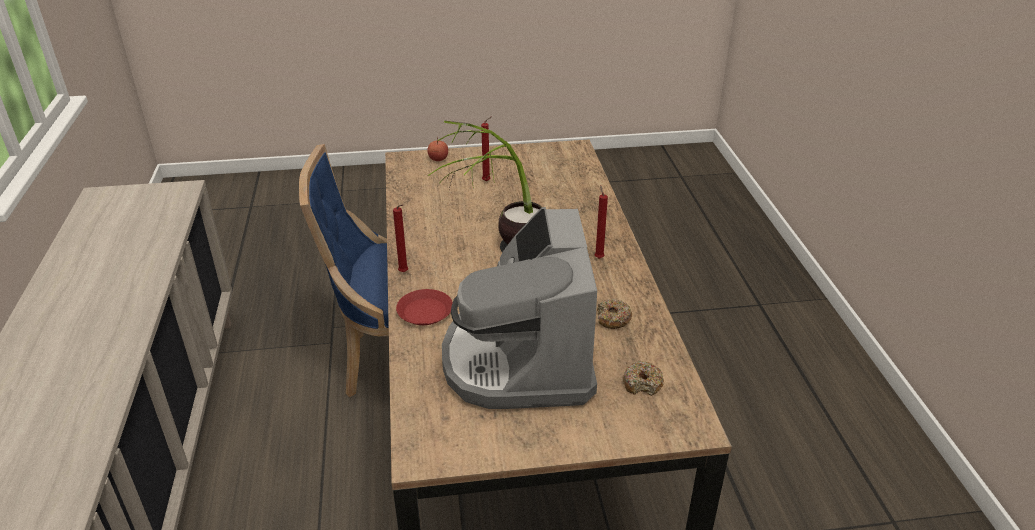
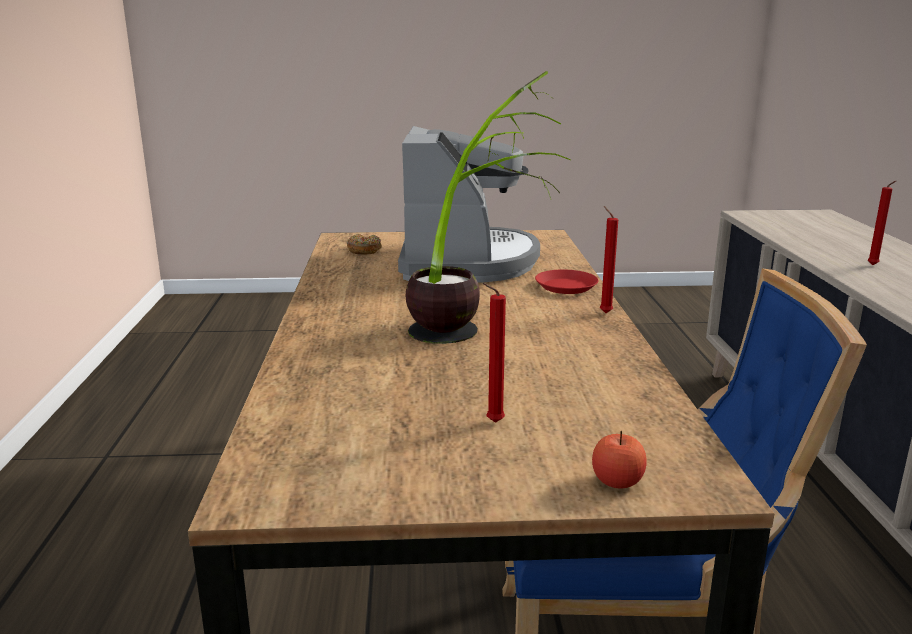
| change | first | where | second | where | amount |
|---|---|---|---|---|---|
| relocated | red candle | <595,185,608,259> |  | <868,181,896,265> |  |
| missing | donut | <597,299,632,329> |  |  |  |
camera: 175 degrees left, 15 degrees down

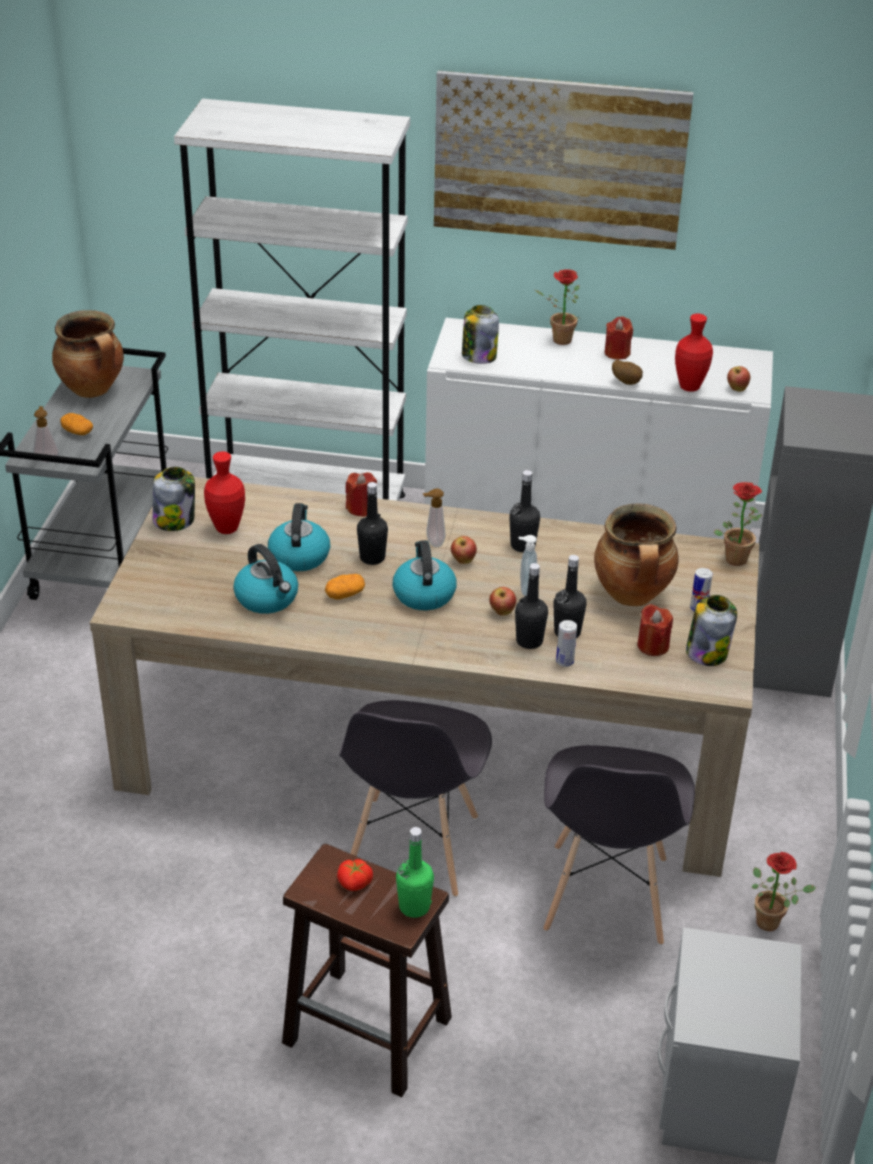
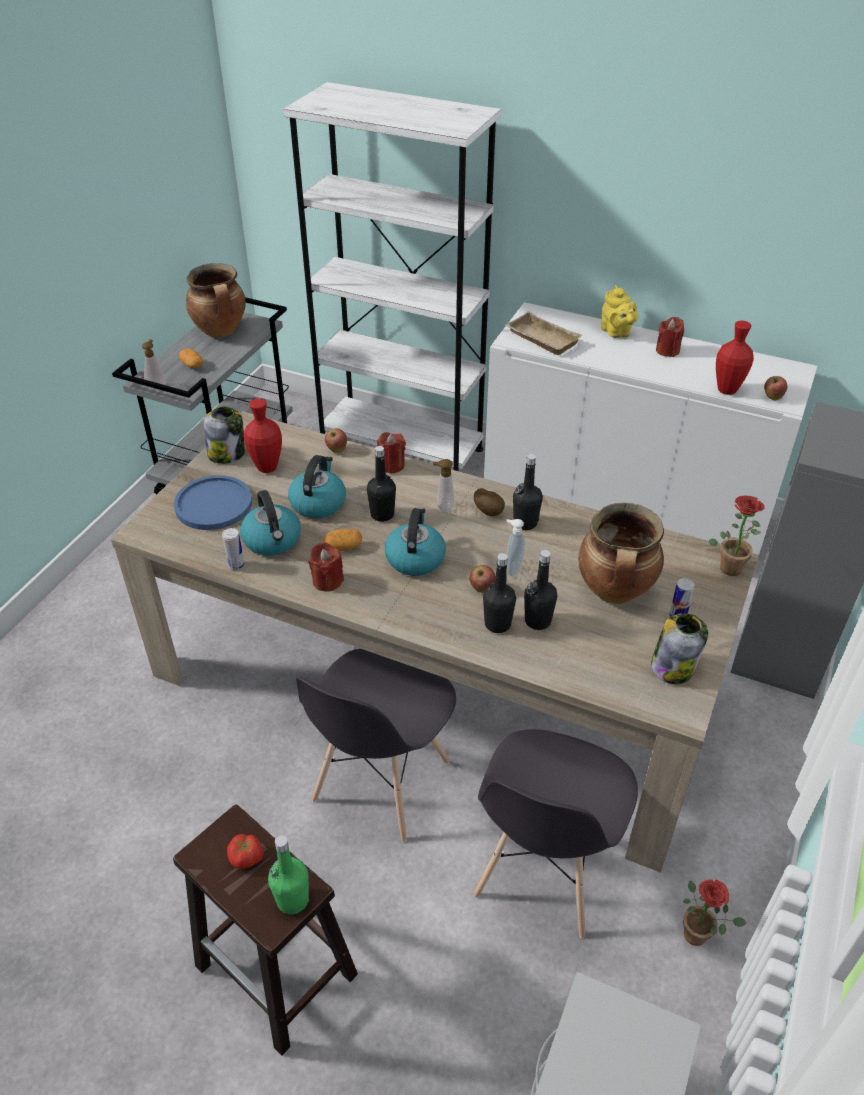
| change | first | where | second | where | amount |
|---|---|---|---|---|---|
| missing | picture | <434,70,694,250> |  |  |  |
| relocated | apple | <451,536,477,564> |  | <325,429,347,453> |  |
| exchanged | jar | <462,305,499,364> | beige tray | <505,312,582,355> |  |
| exchanged | potted plant | <535,269,579,345> | yellow teapot | <601,285,638,338> |  |
| relocated | can | <556,620,577,667> |  | <222,528,245,570> |  |
| relocated | potato | <612,360,643,385> |  | <474,488,505,516> |  |
| relocated | red candle | <638,604,673,656> |  | <308,542,344,592> |  |
| appeared |  |  | blue plate | <174,475,252,530> |  |
camera: 15 degrees right, 5 degrees up

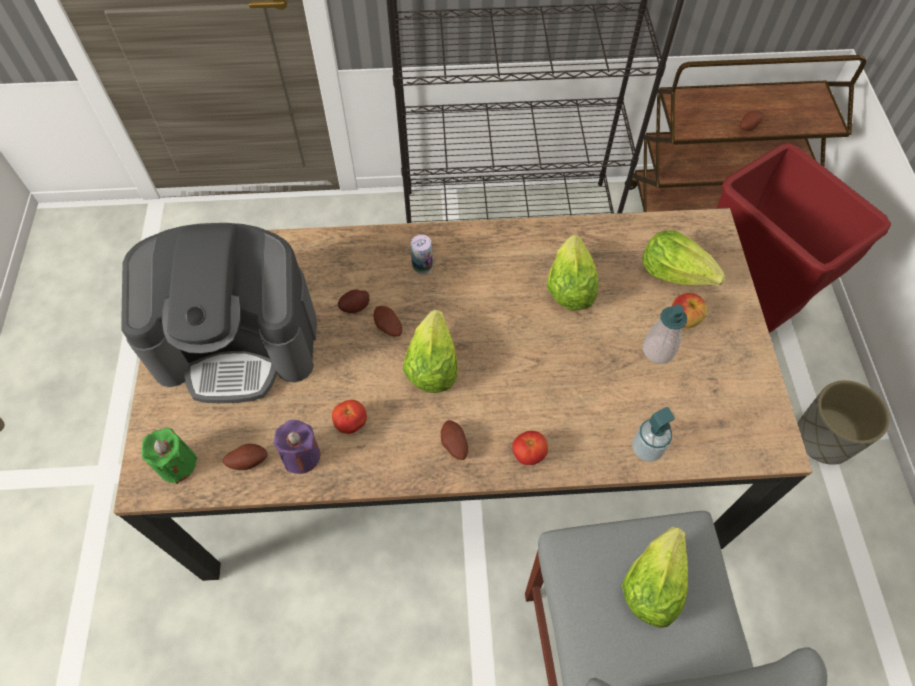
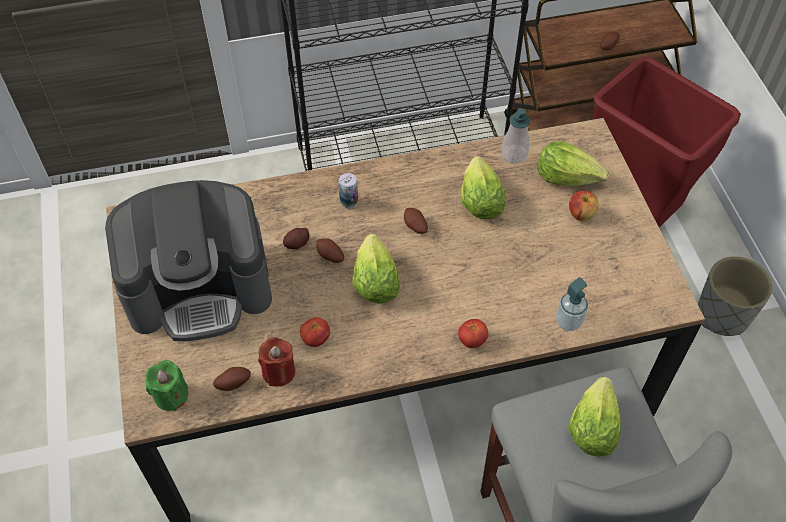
| change | first | where | second | where | amount |
|---|---|---|---|---|---|
| colour | purple candle | <273,420,321,474> | red candle | <258,337,295,387> |  |
| relocated | potato | <441,420,468,460> |  | <404,208,428,234> |  |
| relocated | soap dispenser | <643,304,687,364> |  | <502,108,530,164> |  |
camera: 10 degrees left, 5 degrees down

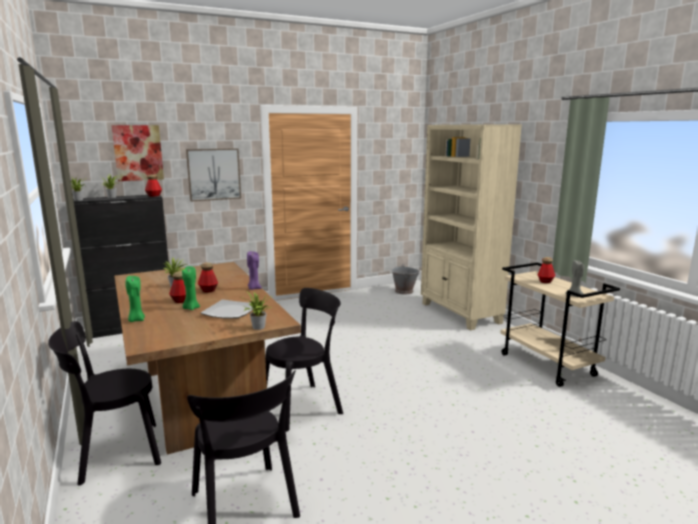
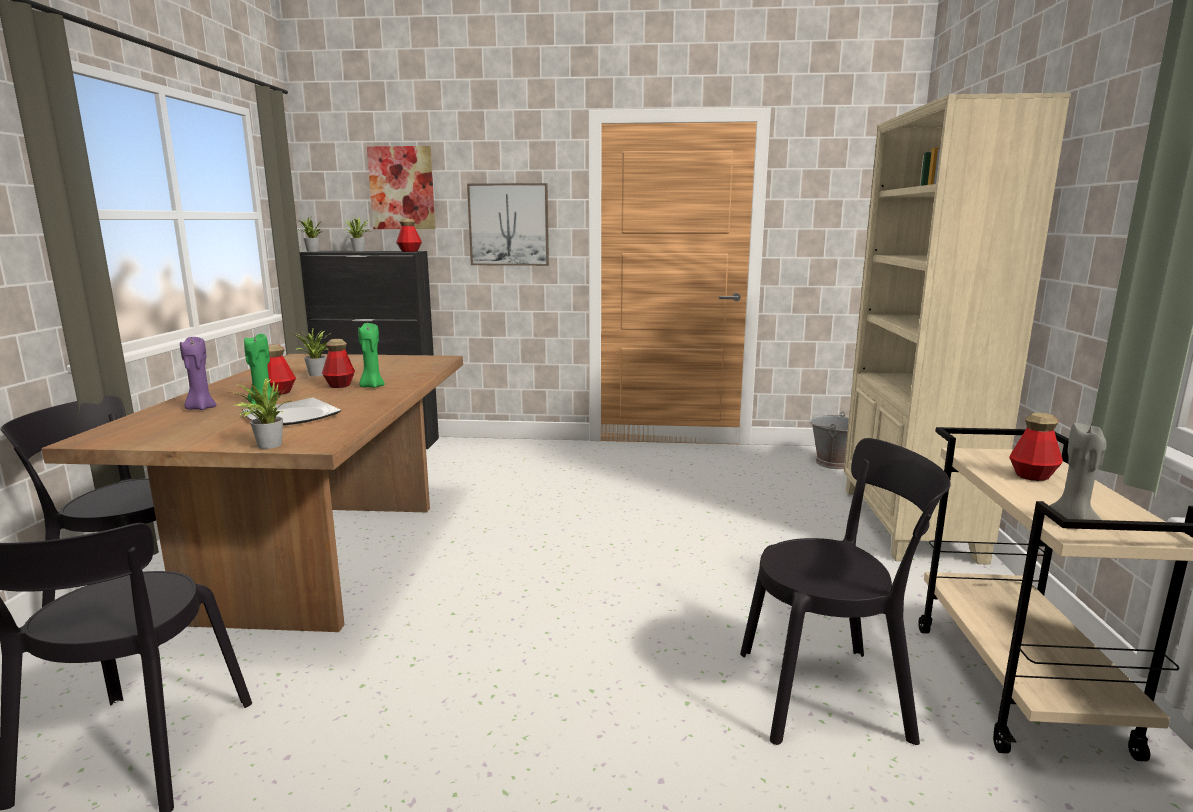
| change | first | where | second | where | amount |
|---|---|---|---|---|---|
| relocated | green candle | <125,276,145,322> |  | <358,323,385,388> |  |
| relocated | purple candle | <247,251,262,290> |  | <180,337,216,410> |  |
| relocated | black chair | <265,288,343,432> |  | <740,438,951,745> |  |
camera: 30 degrees right, 0 degrees up

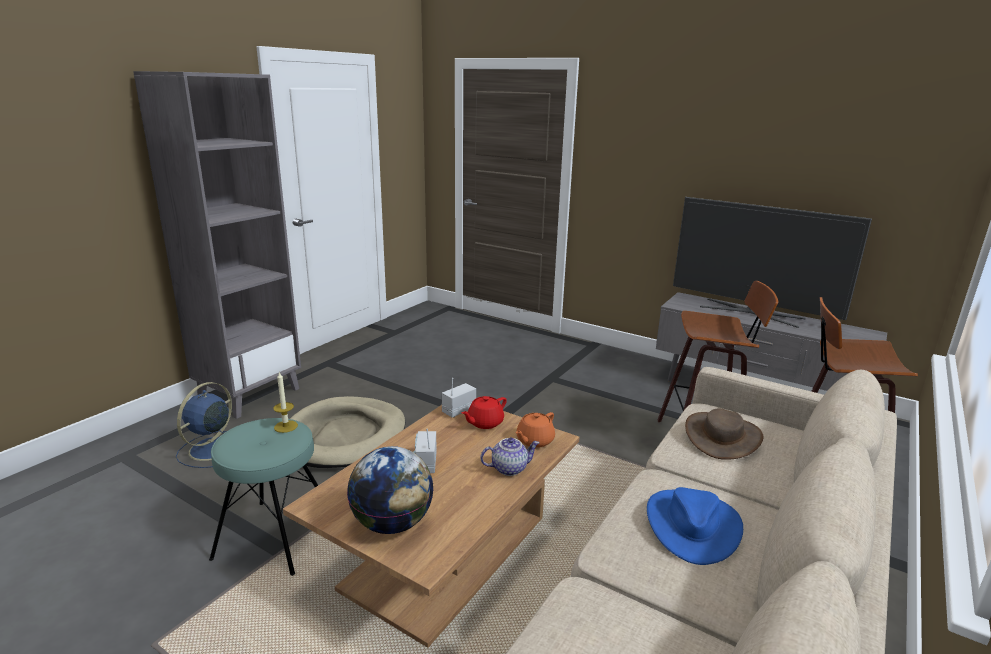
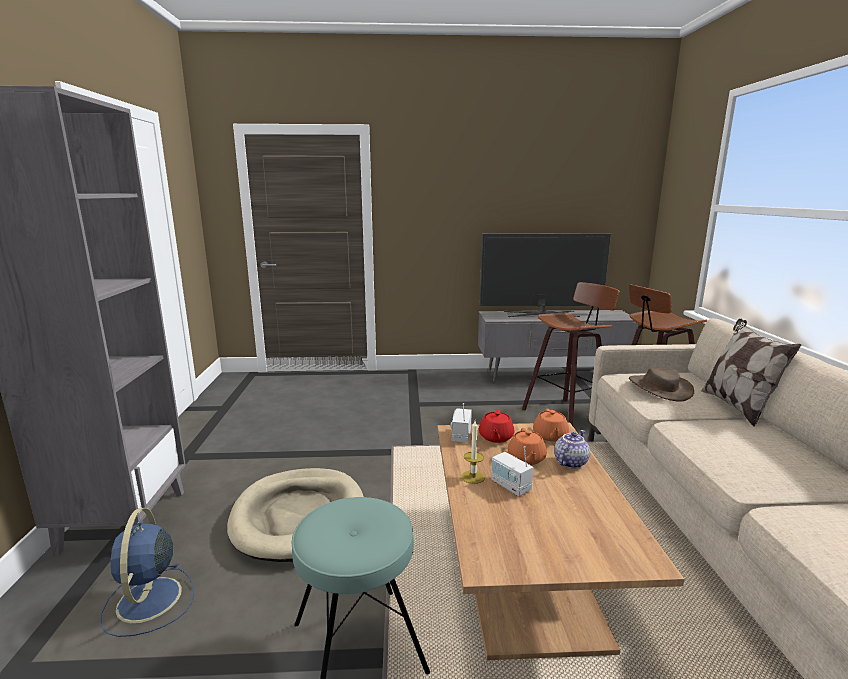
| change | first | where | second | where | amount |
|---|---|---|---|---|---|
| relocated | candle | <273,372,298,433> |  | <462,421,485,484> |  |
| missing | globe | <347,446,434,534> |  |  |  |
| missing | blue hat | <647,487,743,565> |  |  |  |
| appeared |  |  | orange teapot | <508,428,547,465> |  |
| appeared |  |  | pillow | <701,319,801,427> |  |
camera: 35 degrees left, 5 degrees down

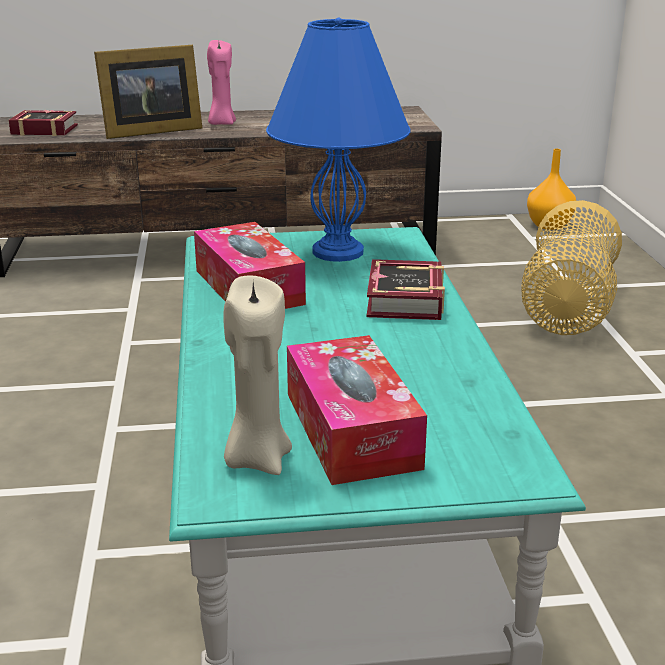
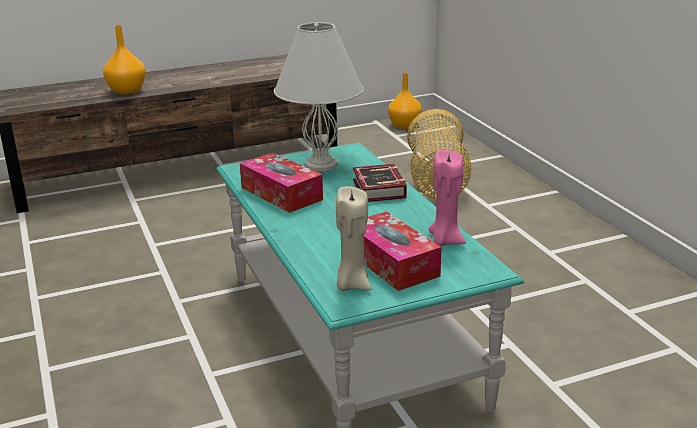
| change | first | where | second | where | amount |
|---|---|---|---|---|---|
| missing | book | <9,110,78,136> |  |  |  |
| exchanged | picture frame | <94,45,202,139> | orange vase | <103,25,146,95> |  |
| relocated | pink candle | <207,40,236,125> |  | <428,150,466,246> |  |
| colour | blue table lamp | <266,17,410,262> | white table lamp | <274,22,363,171> |  |
camera: 15 degrees left, 0 degrees up

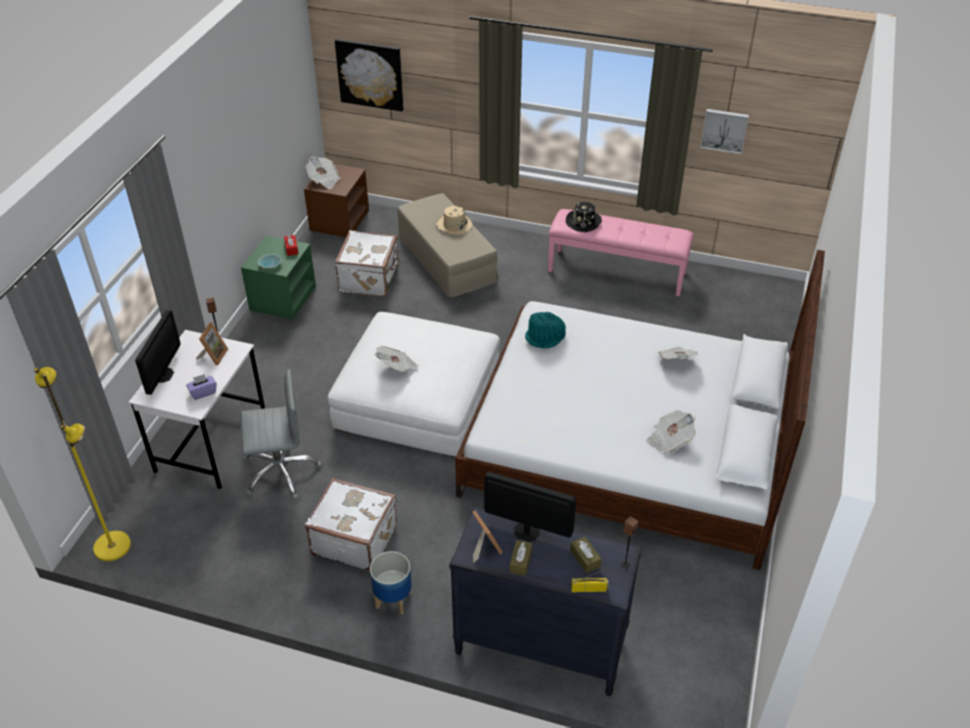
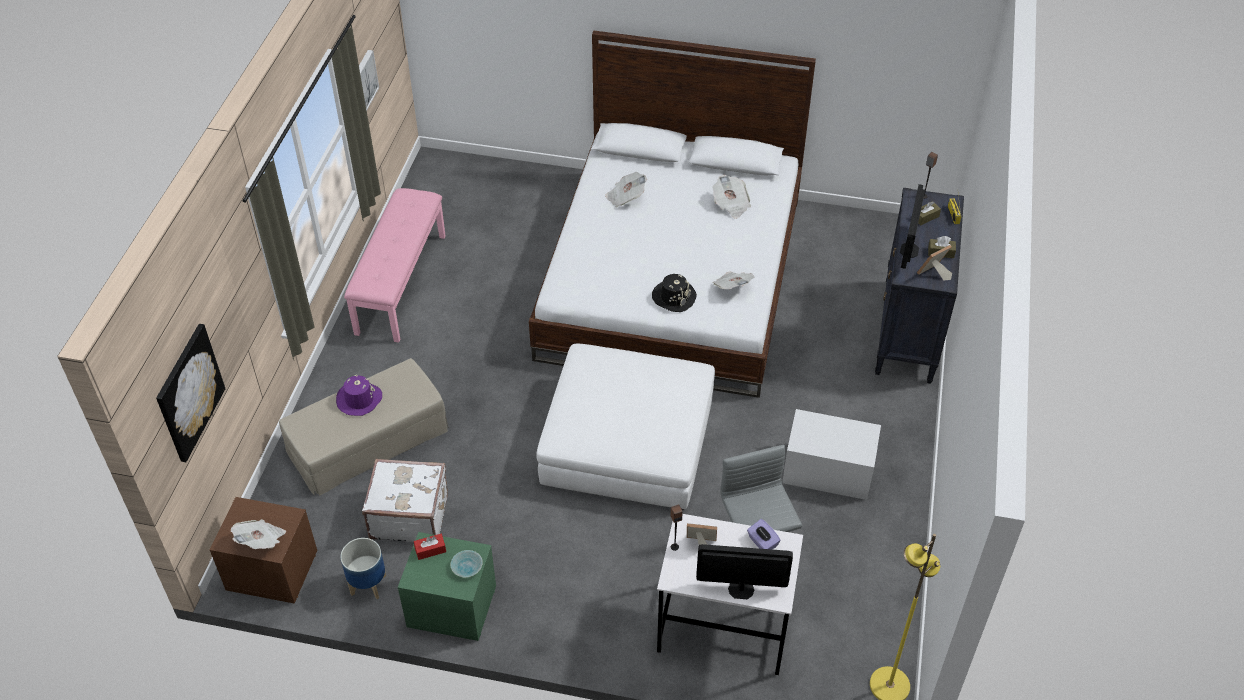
| change | first | where | second | where | amount |
|---|---|---|---|---|---|
| exchanged | white suitcase | <305,478,397,571> | white storage box | <782,409,881,500> |  |
| relocated | planter | <370,551,412,615> |  | <340,538,386,599> |  |
| relocated | newspaper | <374,346,419,372> |  | <712,271,755,289> |  |
| colour | beige hat | <436,206,472,235> | purple hat | <336,375,382,416> |  |
| missing | turquoise hat | <525,312,566,348> |  |  |  |
| relocated | black hat | <566,202,602,232> |  | <652,274,697,312> |  |
camera: 95 degrees left, 5 degrees up

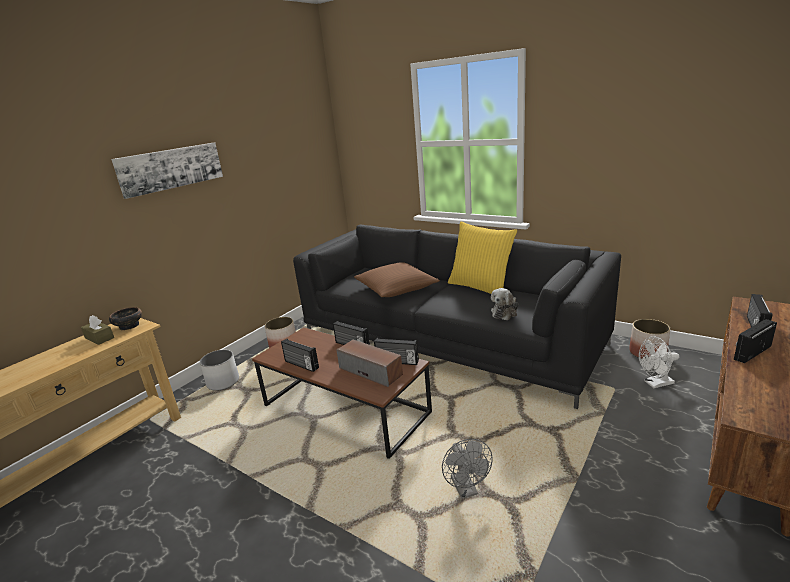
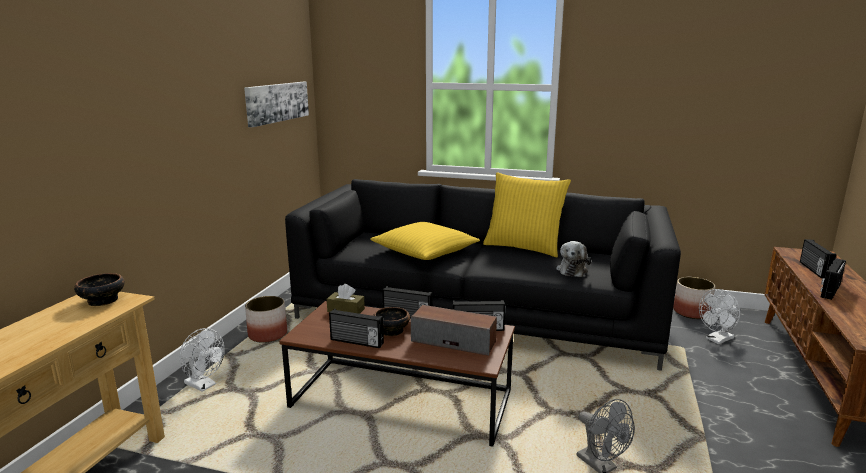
| change | first | where | second | where | amount |
|---|---|---|---|---|---|
| relocated | brown tissue box | <81,315,114,345> |  | <327,284,365,314> |  |
| relocated | picture | <111,143,223,199> |  | <244,82,309,127> |  |
| exchanged | white planter | <200,350,239,391> | white fan | <179,328,224,392> |  |
| colour | brown pillow | <354,262,440,297> | yellow pillow | <370,222,480,260> |  |
| appeared |  |  | bowl | <373,307,410,336> |  |
camera: 20 degrees left, 5 degrees down

